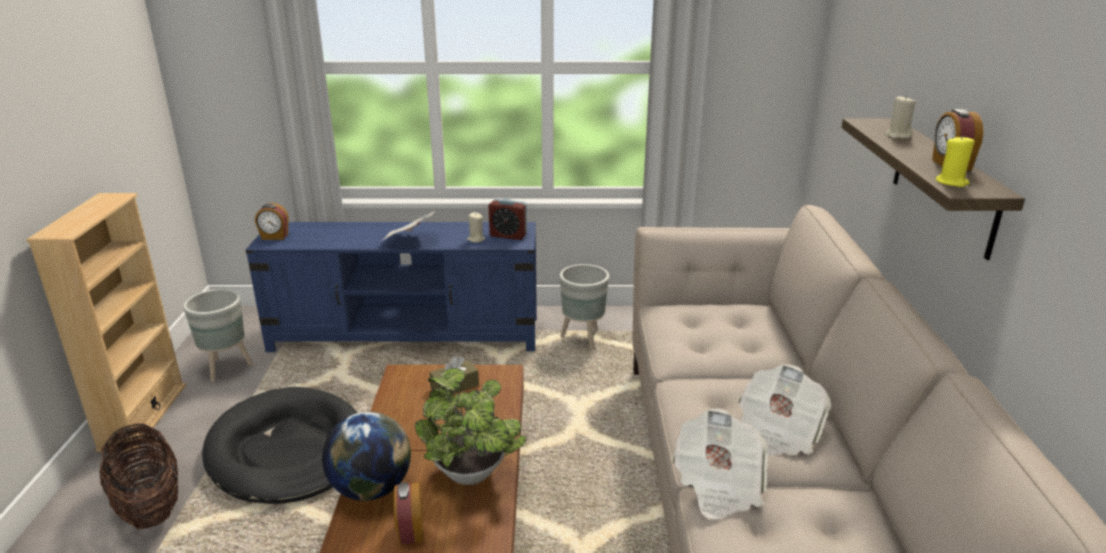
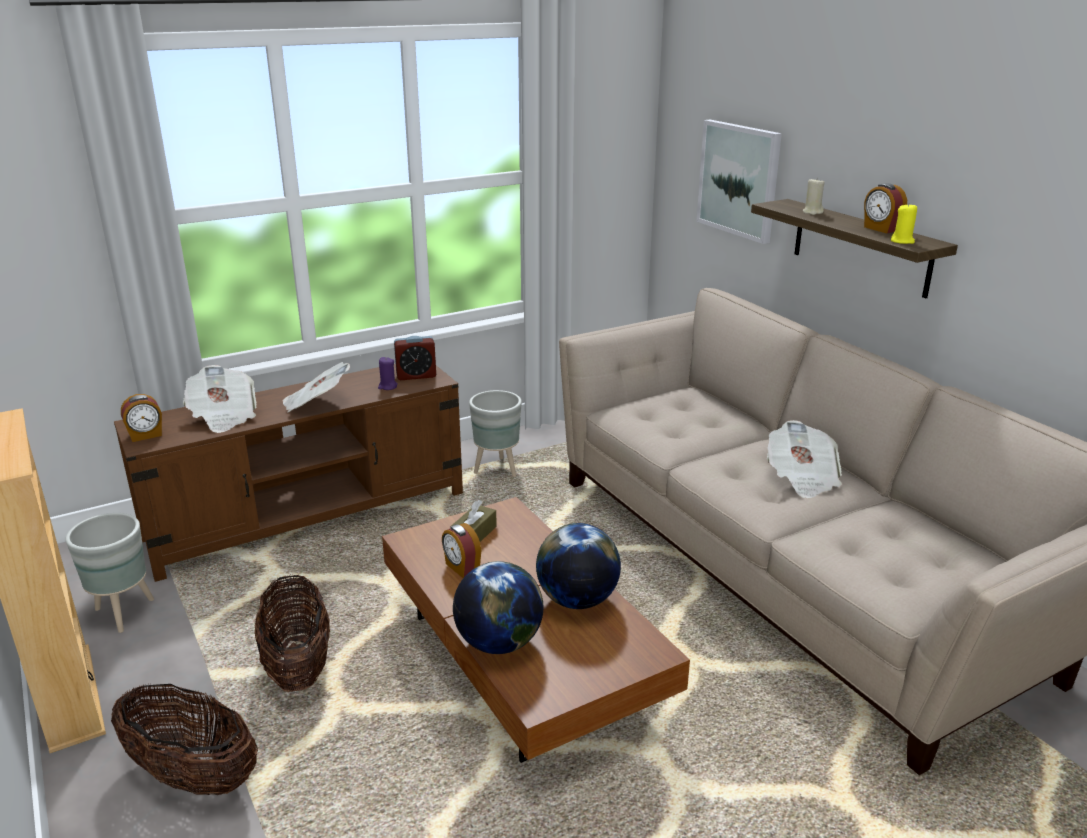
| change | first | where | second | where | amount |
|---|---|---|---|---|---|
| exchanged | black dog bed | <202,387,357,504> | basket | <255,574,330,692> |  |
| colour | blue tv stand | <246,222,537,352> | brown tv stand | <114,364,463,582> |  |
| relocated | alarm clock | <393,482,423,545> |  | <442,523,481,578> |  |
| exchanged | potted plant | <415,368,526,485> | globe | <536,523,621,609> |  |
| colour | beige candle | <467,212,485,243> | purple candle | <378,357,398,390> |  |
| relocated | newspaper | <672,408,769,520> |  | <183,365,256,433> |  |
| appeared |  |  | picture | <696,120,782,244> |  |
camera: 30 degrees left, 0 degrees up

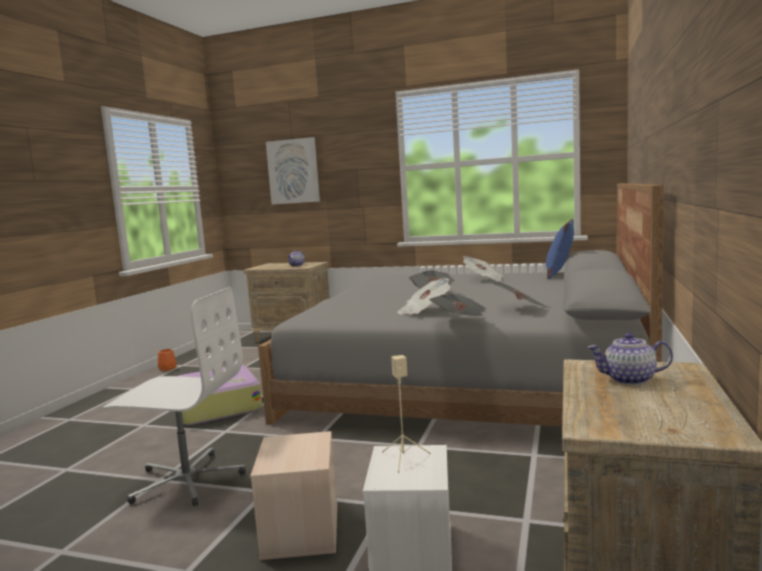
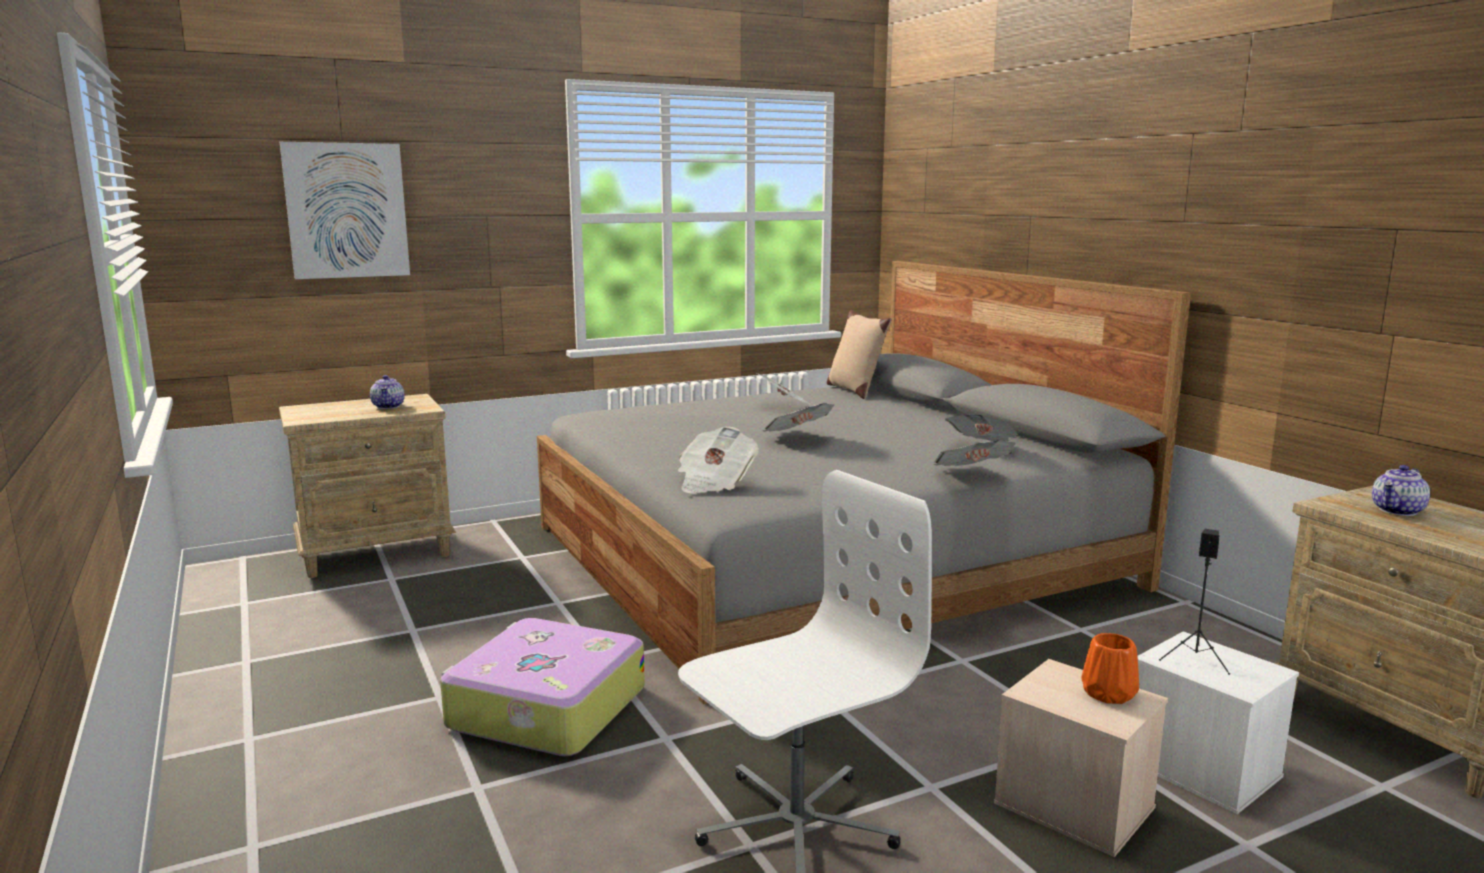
| change | first | where | second | where | amount |
|---|---|---|---|---|---|
| relocated | orange vase | <158,349,177,371> |  | <1081,633,1139,704> |  |
| colour | beige speaker | <382,355,431,473> | black speaker | <1159,529,1230,675> |  |
| relocated | newspaper | <397,278,451,315> |  | <678,426,759,494> |  |
| colour | blue pillow | <546,219,574,279> | beige pillow | <827,310,891,399> |  |
camera: 45 degrees left, 5 degrees up

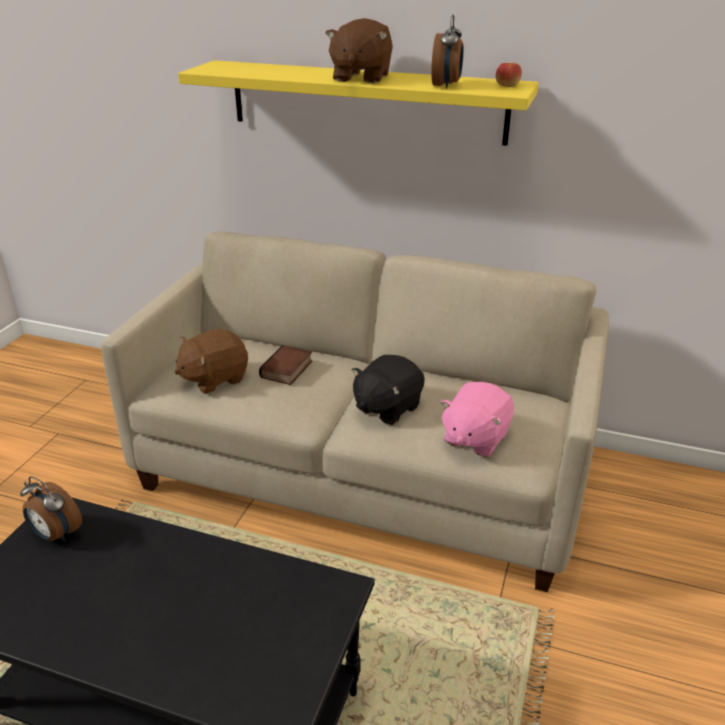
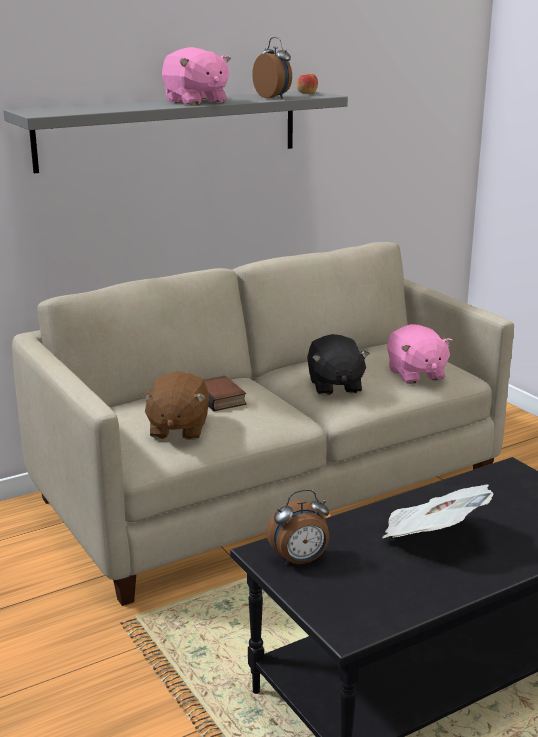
| change | first | where | second | where | amount |
|---|---|---|---|---|---|
| colour | yellow shelf | <178,60,539,146> | grey shelf | <3,91,348,173> |  |
| colour | brown plush toy | <325,18,393,83> | pink plush toy | <162,47,231,105> |  |
| appeared |  |  | newspaper | <383,485,493,538> |  |
camera: 50 degrees left, 10 degrees down

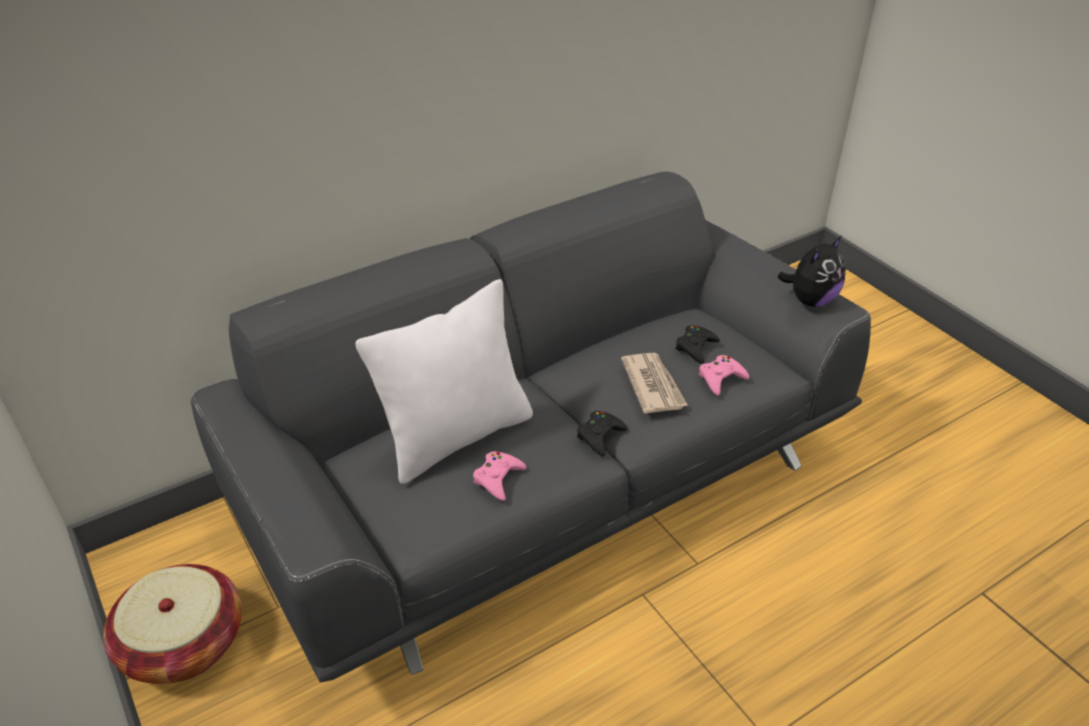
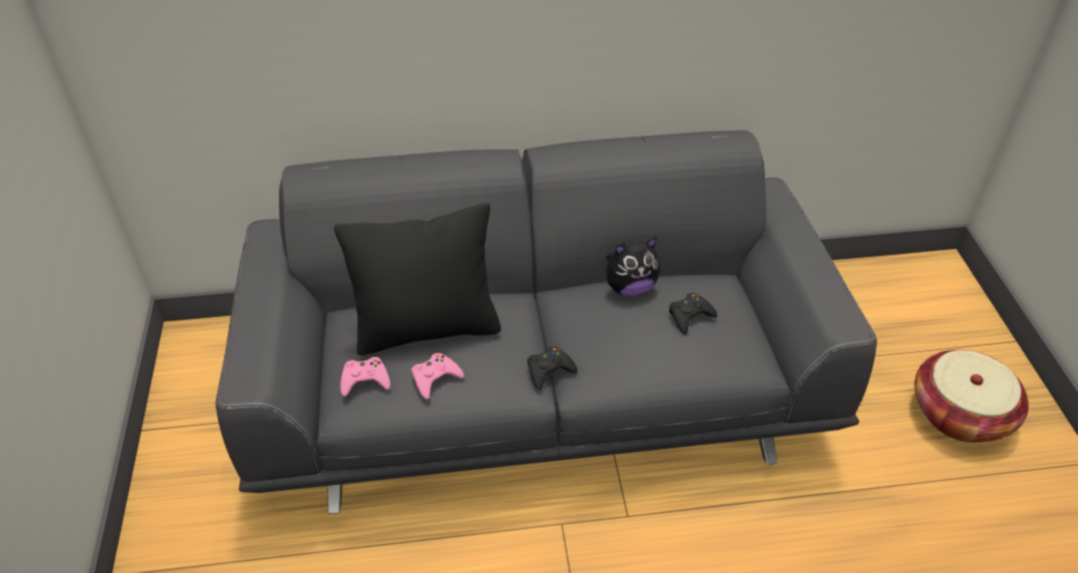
| change | first | where | second | where | amount |
|---|---|---|---|---|---|
| relocated | basket | <103,564,242,684> |  | <914,350,1029,442> |  |
| colour | white pillow | <355,279,533,484> | black pillow | <334,203,501,355> |  |
| missing | newspaper | <621,353,688,414> |  |  |  |
| relocated | pink game controller | <699,355,749,396> |  | <341,357,390,397> |  |
| relocated | plush toy | <777,236,846,307> |  | <606,237,660,297> |  |
camera: 25 degrees right, 5 degrees up

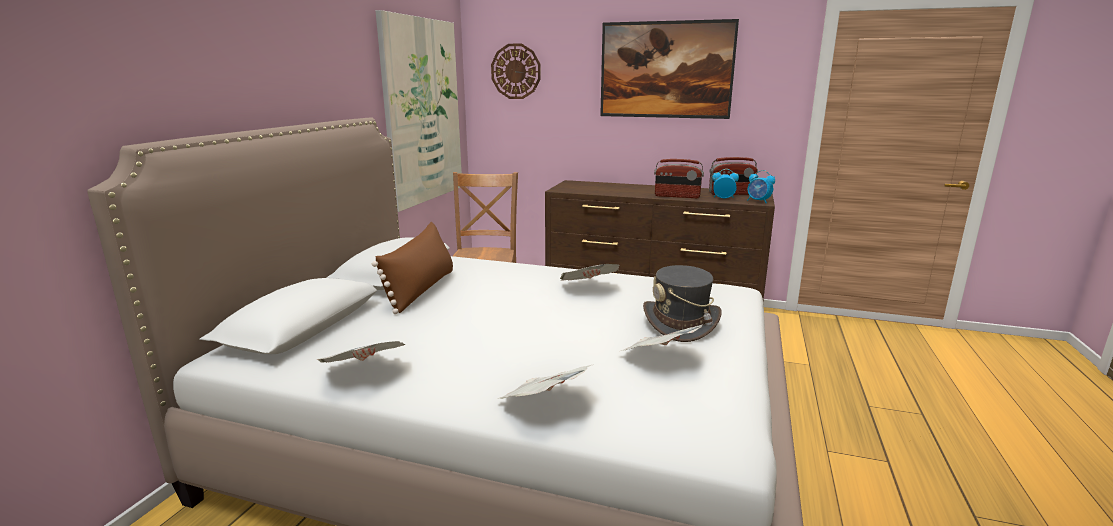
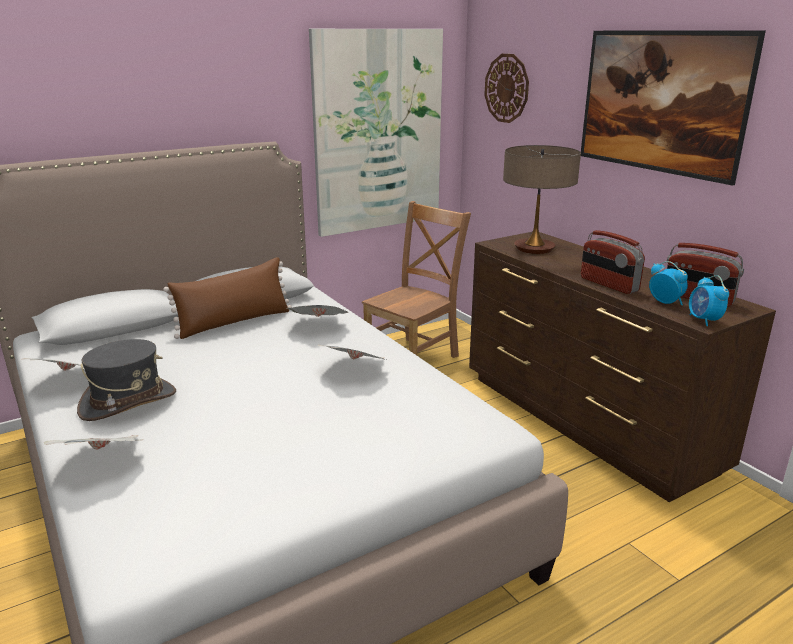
| change | first | where | second | where | amount |
|---|---|---|---|---|---|
| relocated | newspaper | <621,324,703,351> |  | <287,305,348,317> |  |
| relocated | grey hat | <643,265,722,342> |  | <77,339,176,421> |  |
| appeared |  |  | table lamp | <503,145,581,254> |  |
camera: 40 degrees right, 5 degrees up

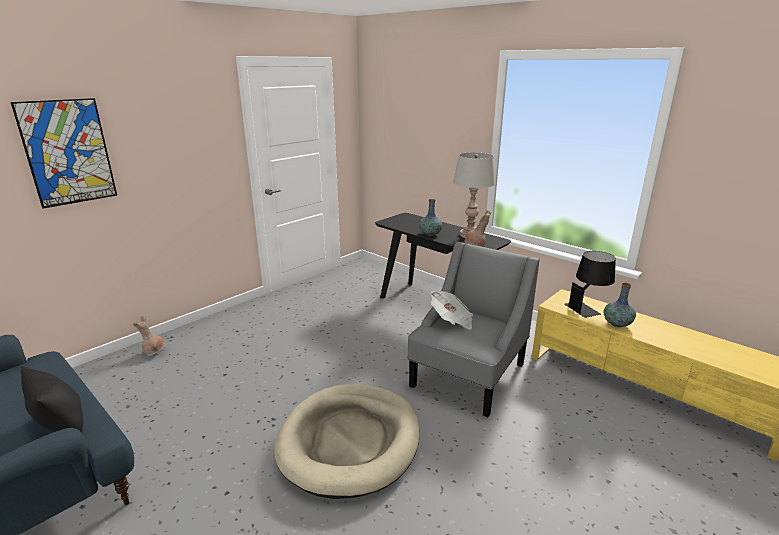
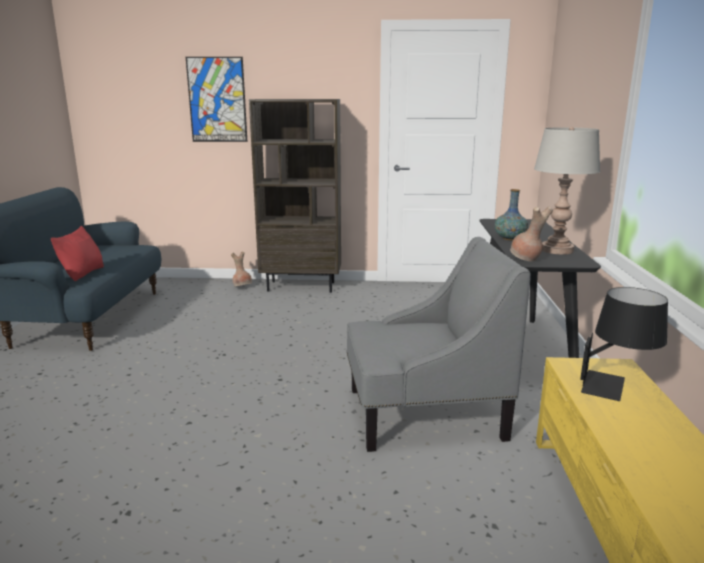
| change | first | where | second | where | amount |
|---|---|---|---|---|---|
| colour | black pillow | <21,366,83,433> | red pillow | <51,226,104,281> |  |
| missing | beige dog bed | <274,384,419,499> |  |  |  |
| missing | newspaper | <430,291,473,330> |  |  |  |
| missing | vase | <604,283,636,327> |  |  |  |
| appeared |  |  | brown bookcase | <249,99,341,293> |  |
camera: 50 degrees right, 5 degrees down

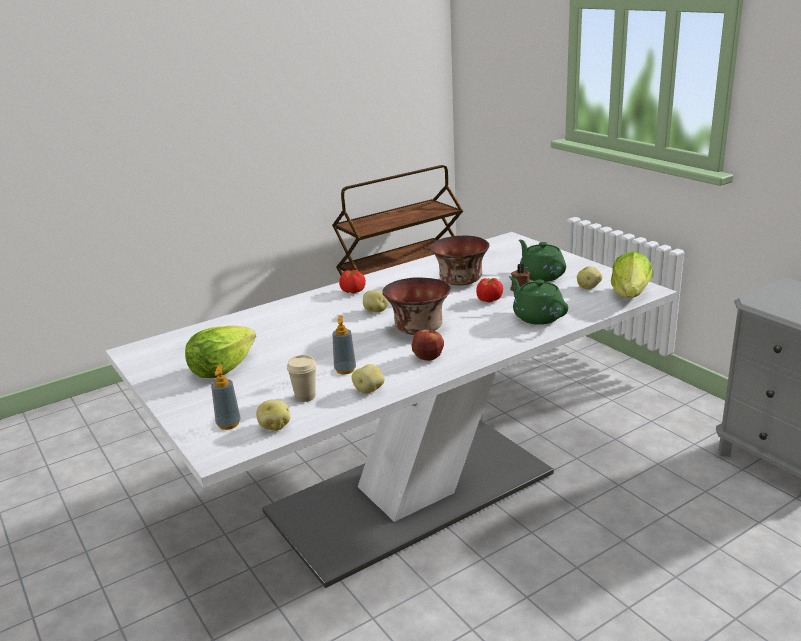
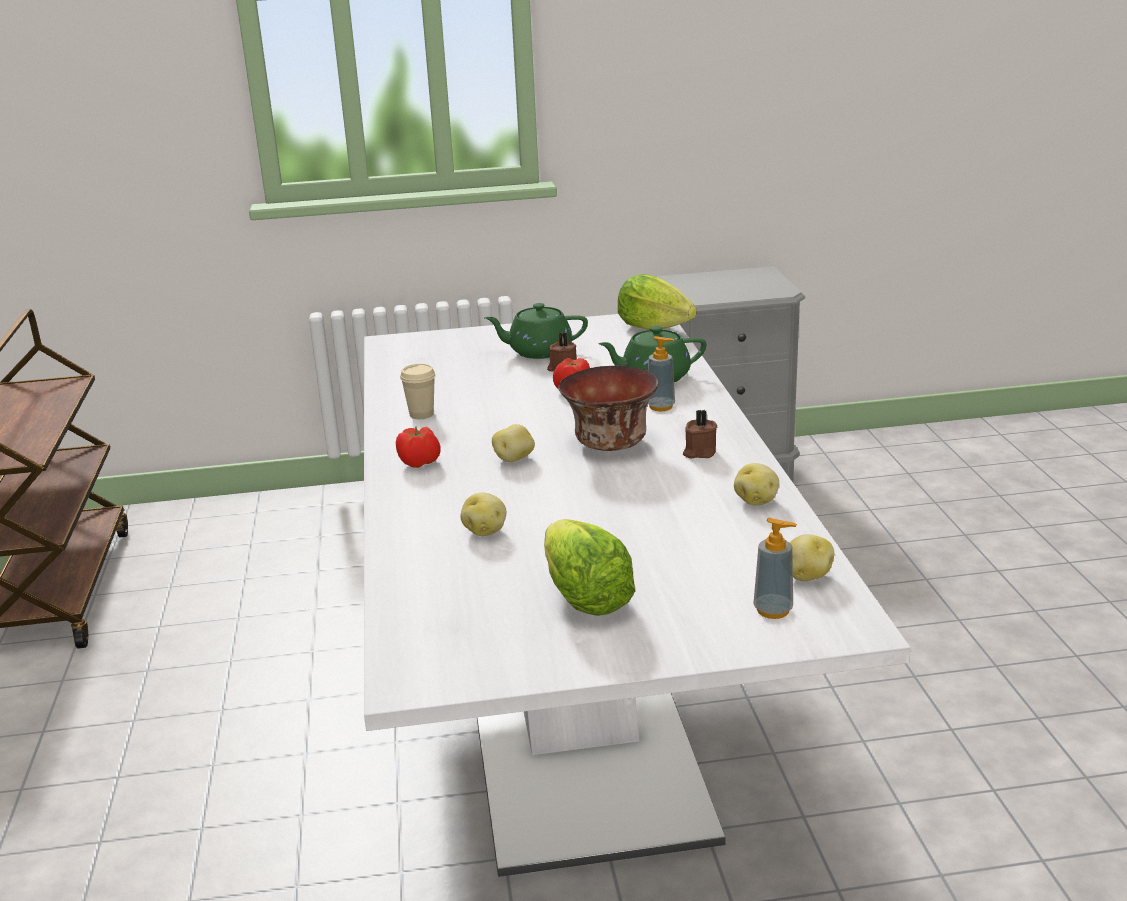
| change | first | where | second | where | amount |
|---|---|---|---|---|---|
| relocated | beige cup | <287,355,317,402> |  | <400,364,436,419> |  |
| relocated | soap dispenser | <332,316,356,375> |  | <648,336,675,411> |  |
| exchanged | apple | <412,327,444,361> | brown candle | <683,410,717,459> |  |
| missing | bowl | <430,236,489,285> |  |  |  |
| relocated | potato | <577,266,602,289> |  | <460,492,506,536> |  |
camera: 65 degrees left, 0 degrees up

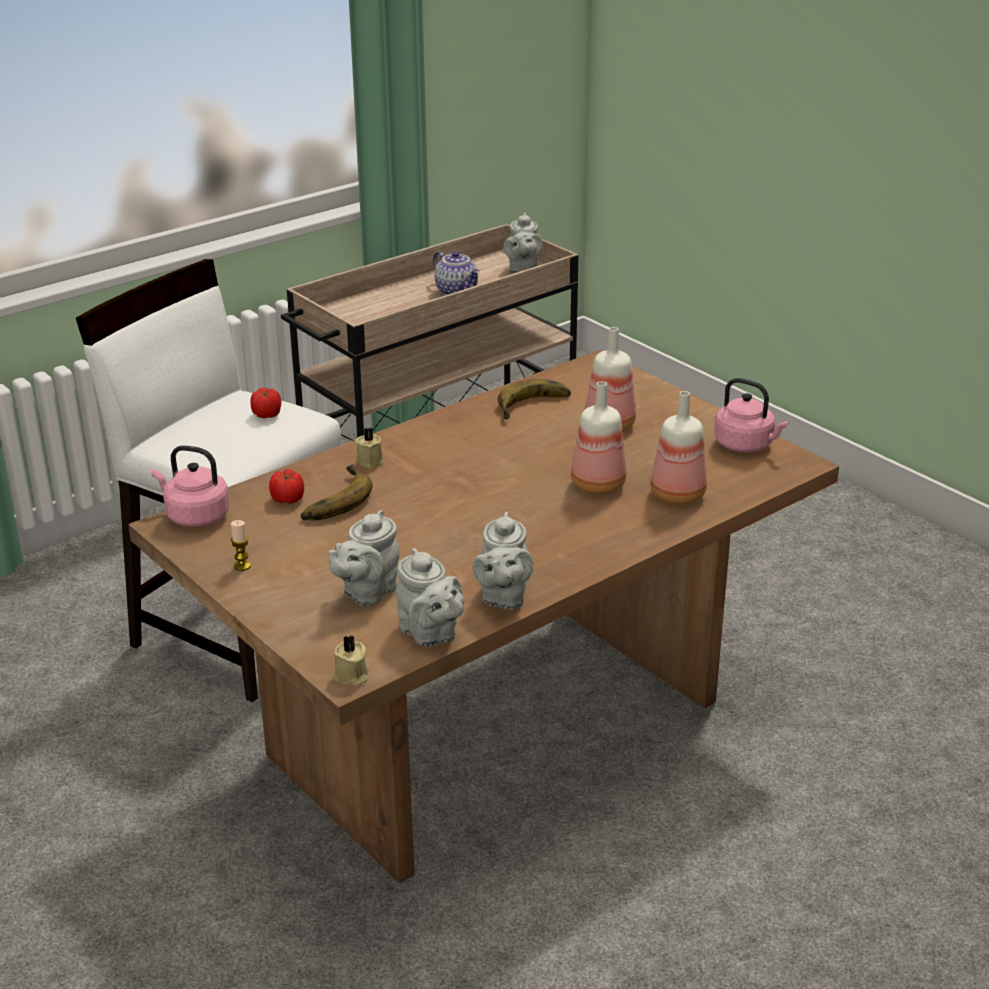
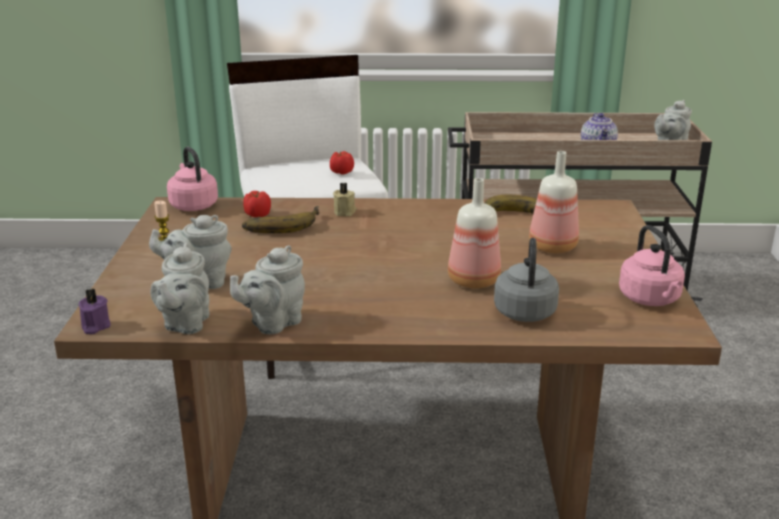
| change | first | where | second | where | amount |
|---|---|---|---|---|---|
| colour | beige candle | <334,636,368,686> | purple candle | <79,289,111,334> |  |
| exchanged | bottle | <650,391,707,505> | grey kettle | <494,238,559,322> |  |
camera: 40 degrees right, 5 degrees down

